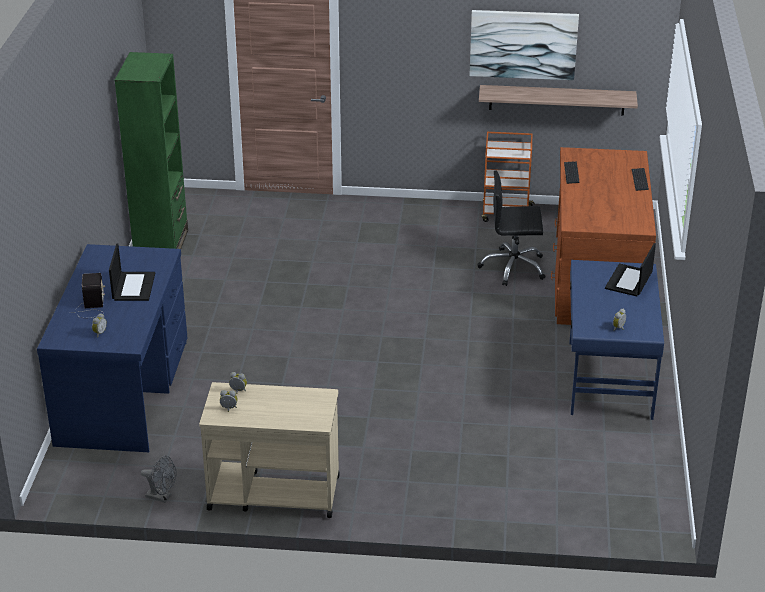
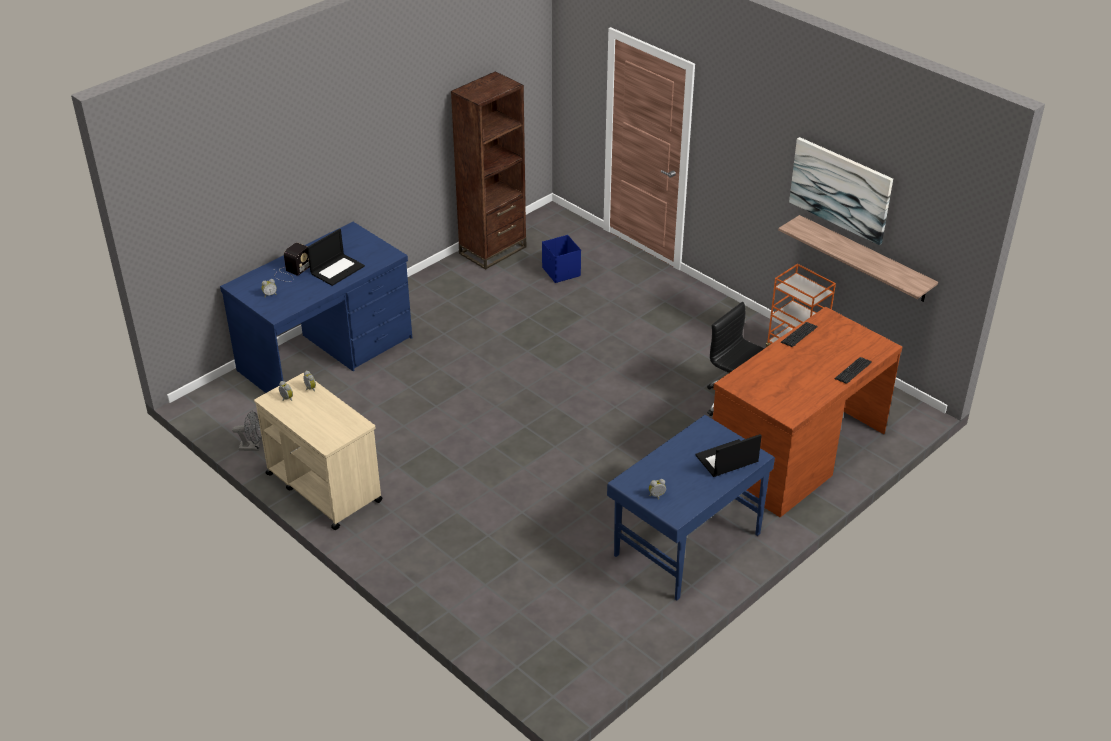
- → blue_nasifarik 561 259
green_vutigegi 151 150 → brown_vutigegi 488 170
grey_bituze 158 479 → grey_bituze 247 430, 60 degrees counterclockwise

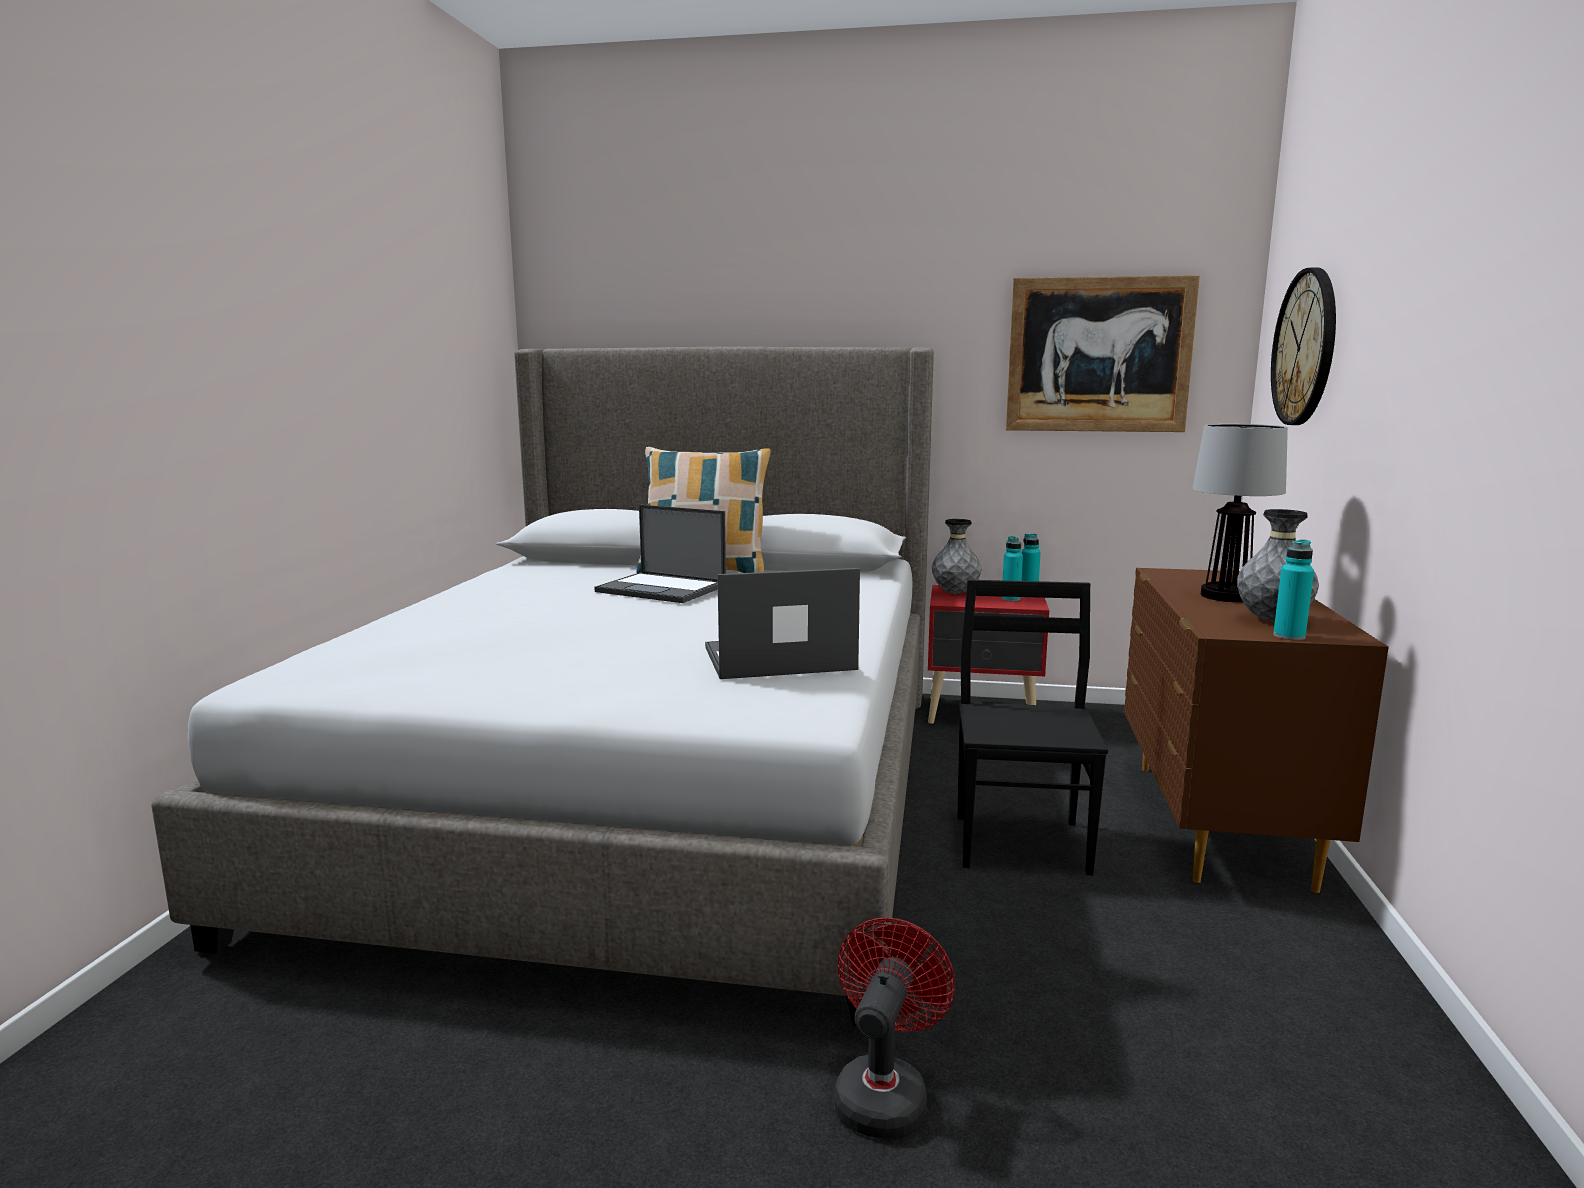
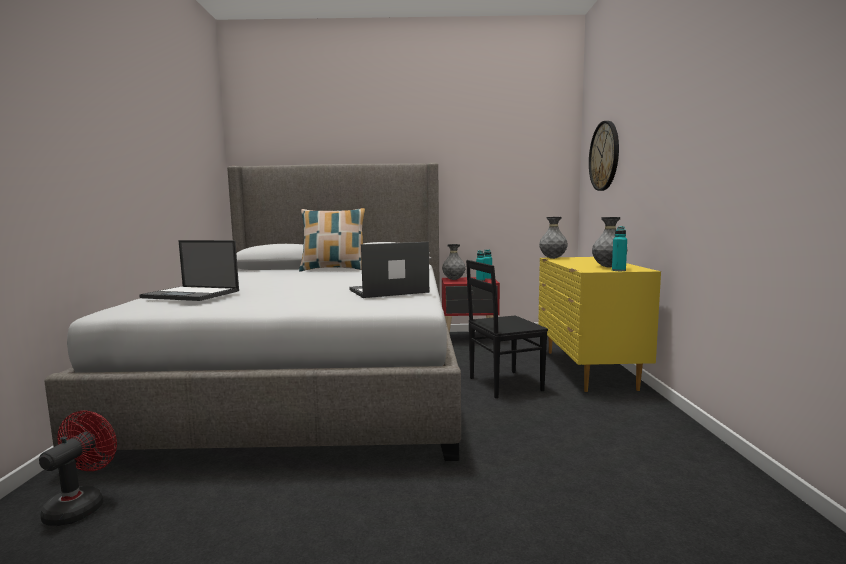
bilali 1103 353 → -
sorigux 1240 513 → -
- → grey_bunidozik 553 238
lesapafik 660 554 → lesapafik 189 270, relocated
red_bituze 894 1028 → red_bituze 78 468, relocated
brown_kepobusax 1256 730 → yellow_kepobusax 599 324
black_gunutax 1033 728 → black_gunutax 507 329, 105 degrees counterclockwise

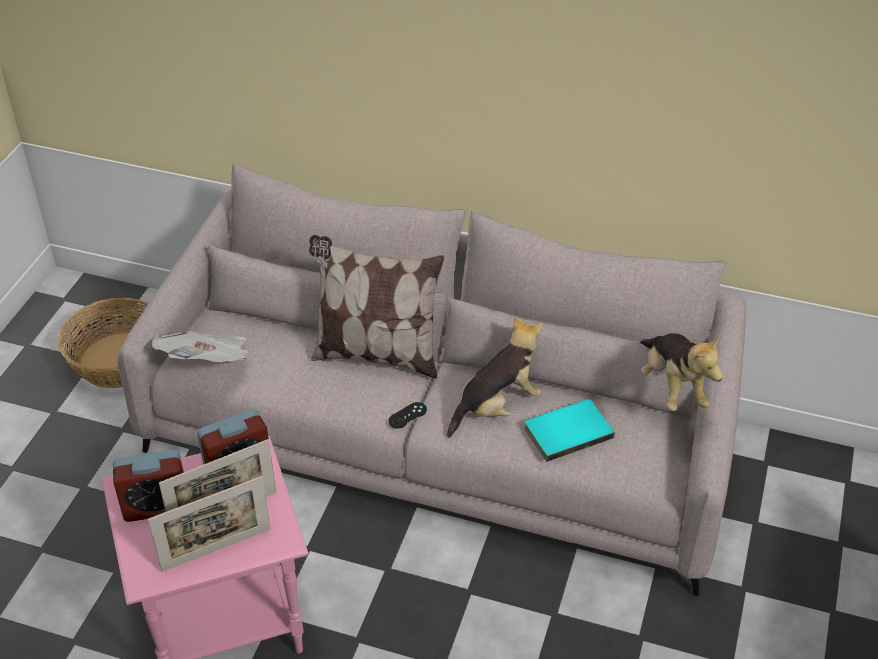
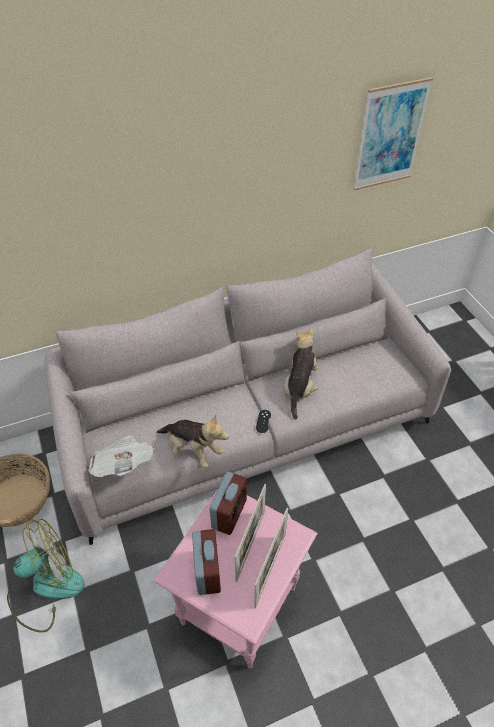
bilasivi 376 307 → -
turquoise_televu 569 430 → -
- → bituze 45 576
- → bilali 393 133
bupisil 681 372 → bupisil 193 441, relocated
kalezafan 148 486 → kalezafan 206 562, 45 degrees counterclockwise

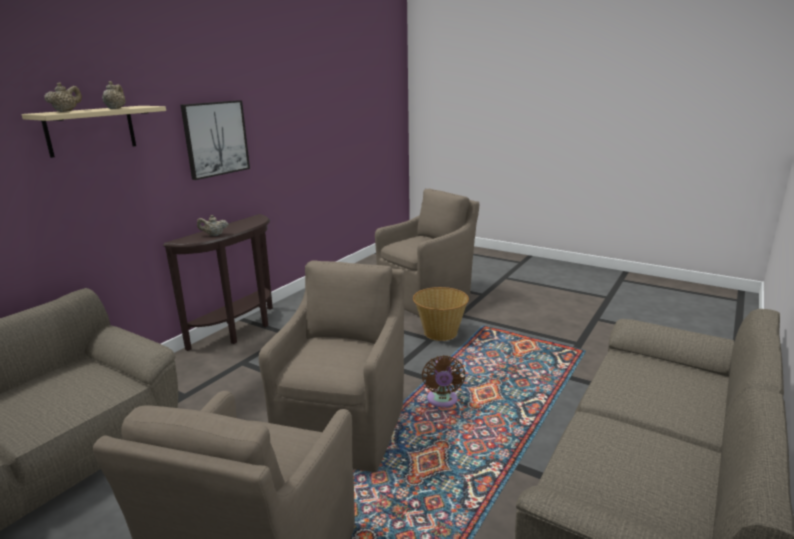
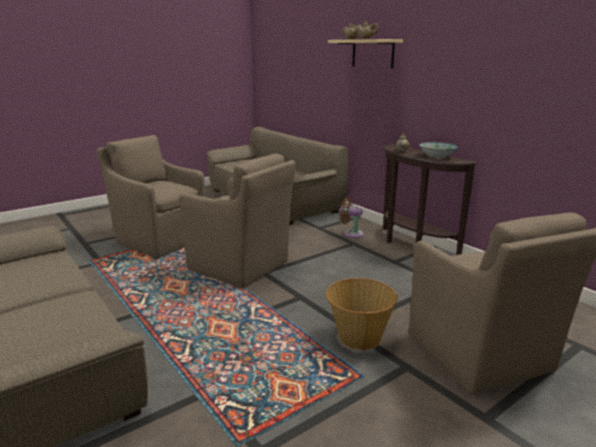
bilali 215 140 → -
- → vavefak 438 150
brown_bituze 443 381 → brown_bituze 351 217, relocated

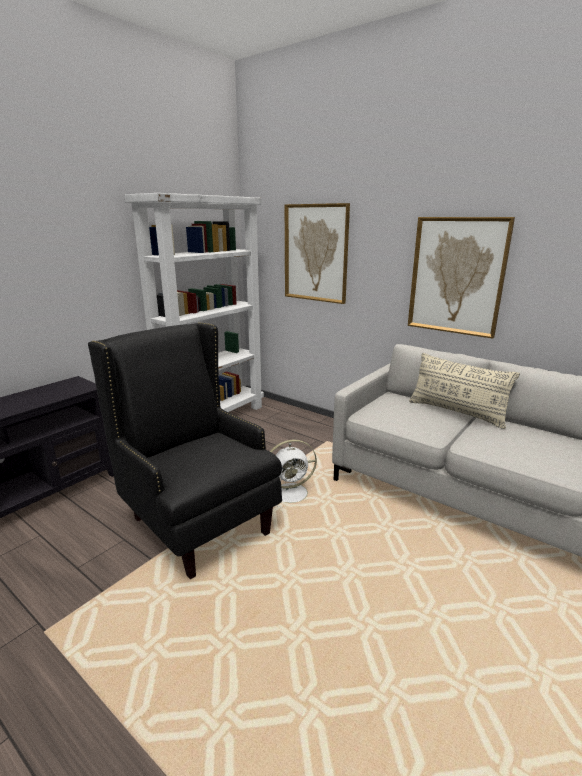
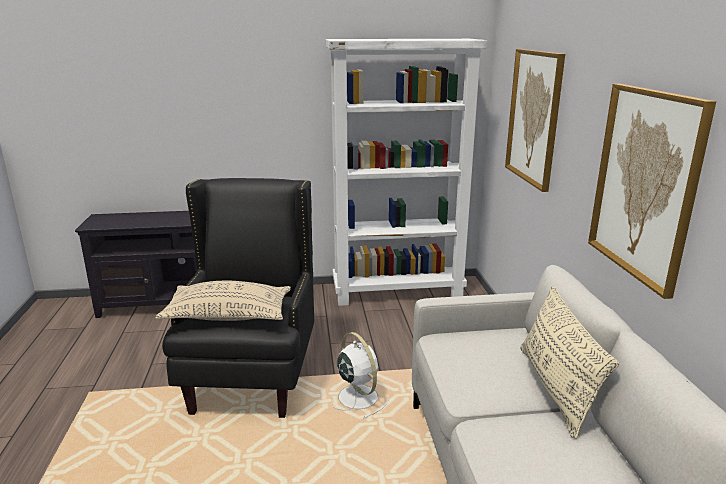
- → beige_bilasivi 223 301
white_bituze 293 474 → white_bituze 360 375, 150 degrees counterclockwise

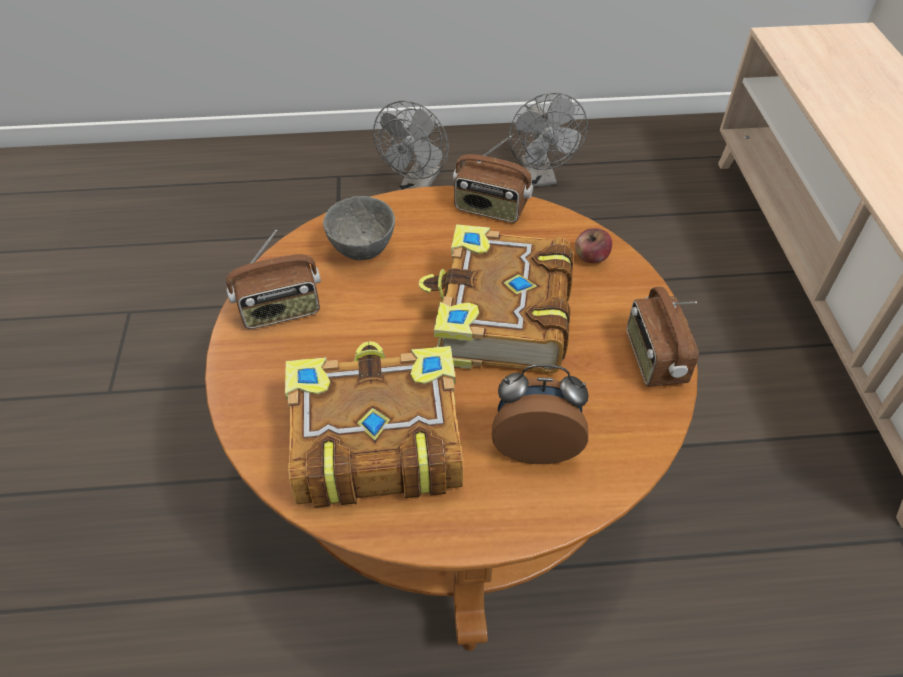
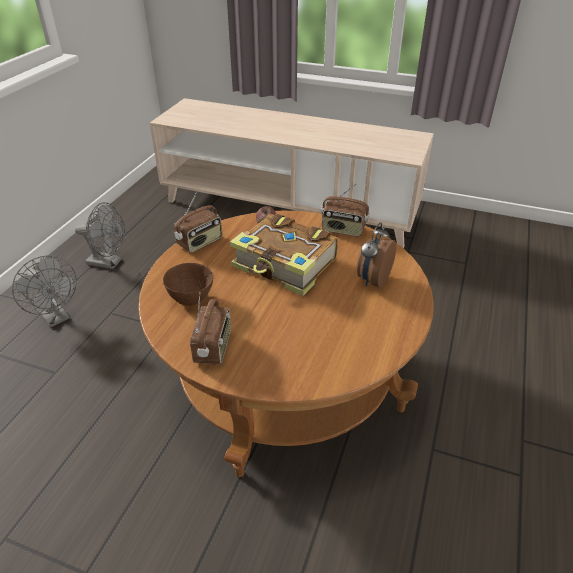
televu 374 424 → -
grey_vavefak 359 228 → brown_vavefak 188 284

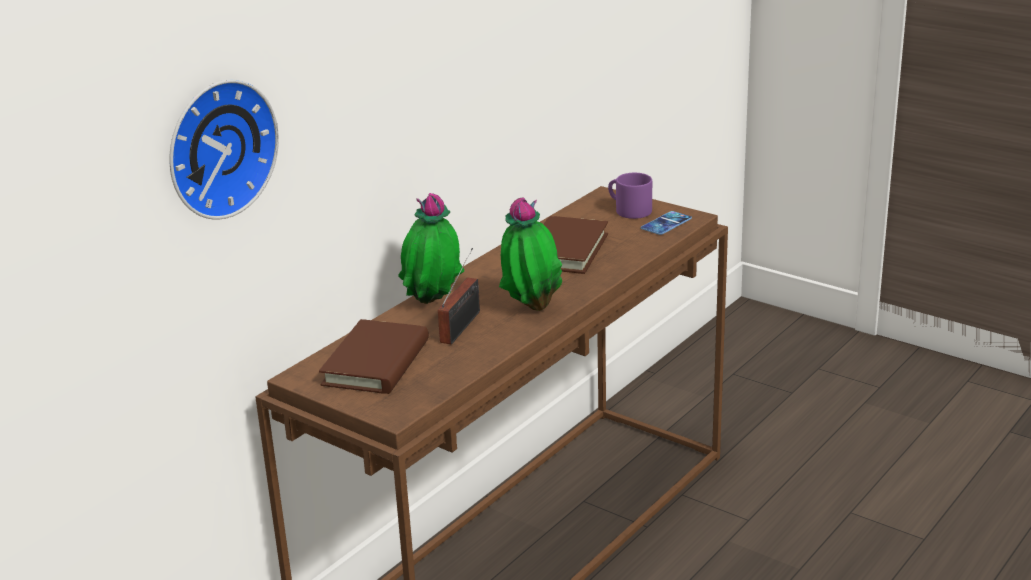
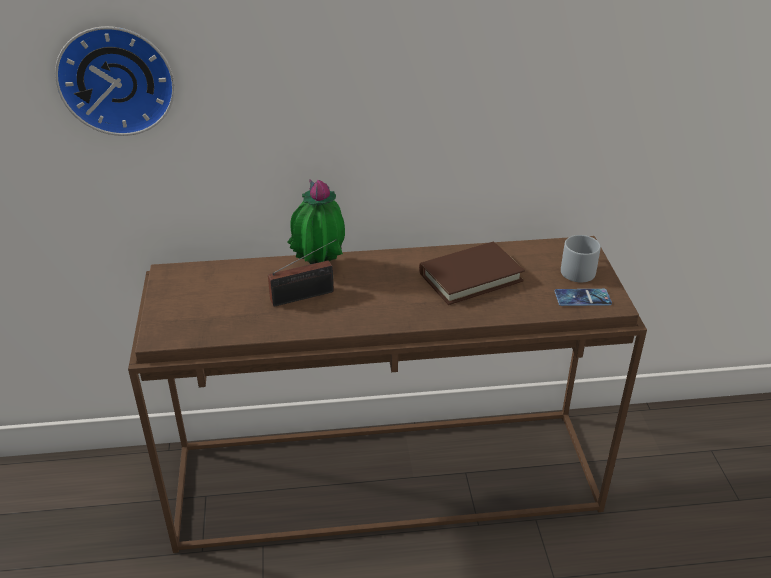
brown_televu 374 356 → -
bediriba 530 254 → -
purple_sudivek 630 196 → grey_sudivek 581 258

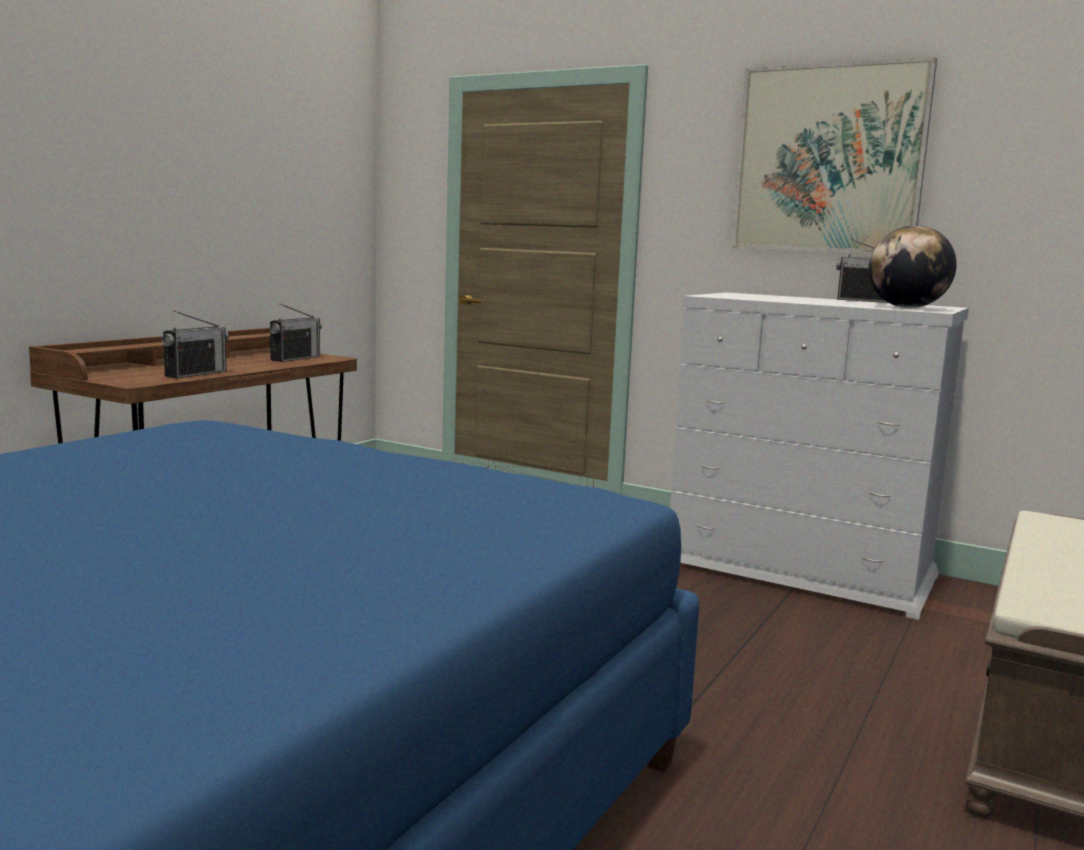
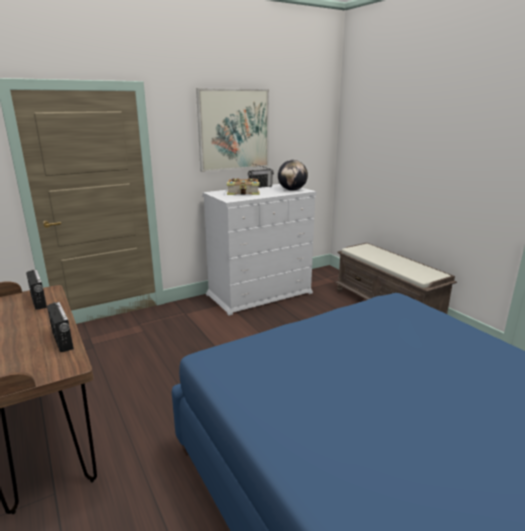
- → televu 243 186

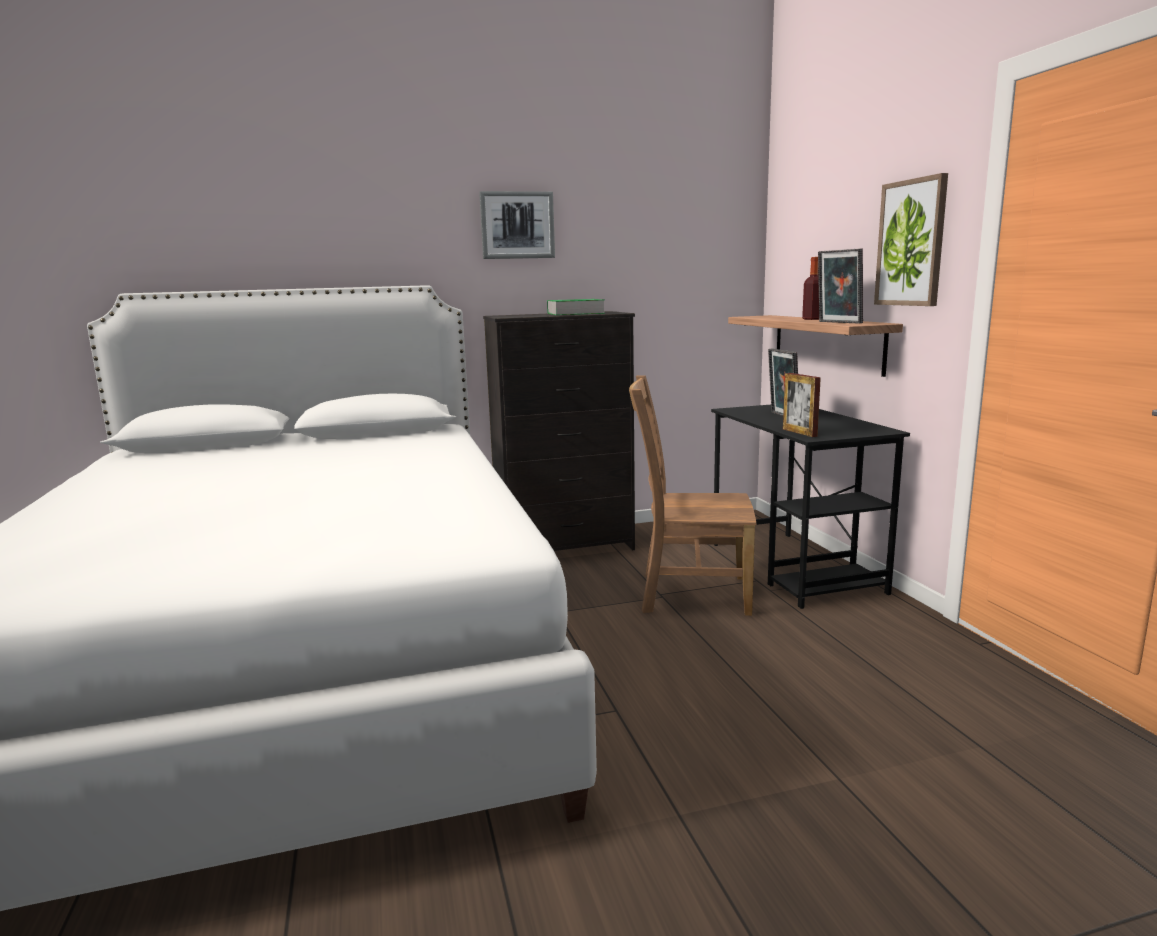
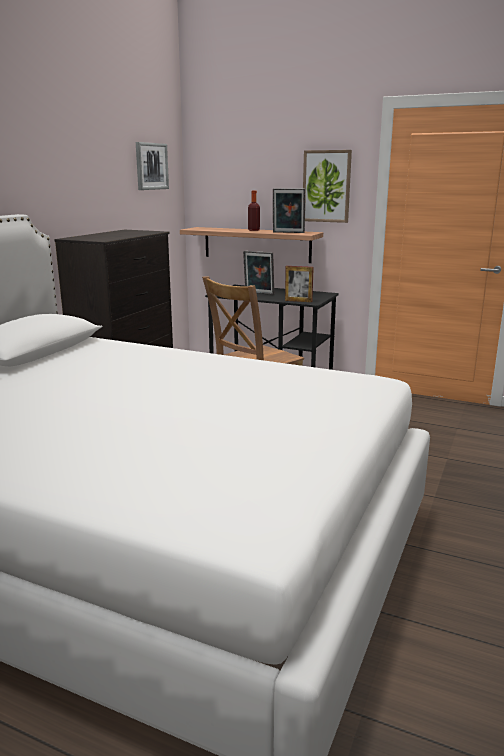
televu 576 307 → -
bilali 517 225 → bilali 152 166, relocated

